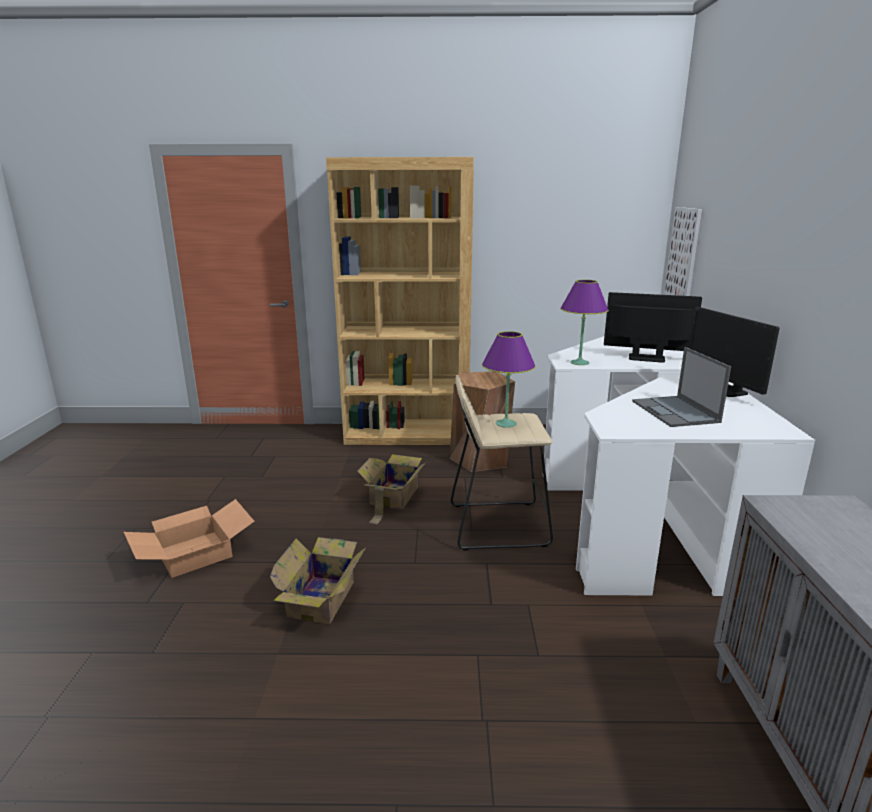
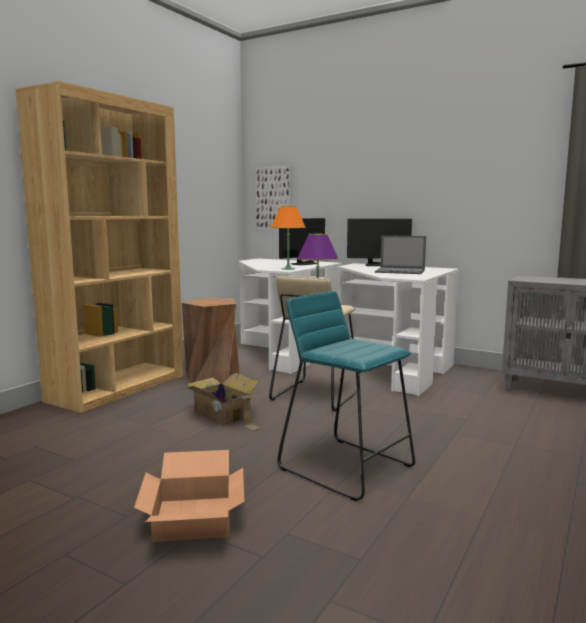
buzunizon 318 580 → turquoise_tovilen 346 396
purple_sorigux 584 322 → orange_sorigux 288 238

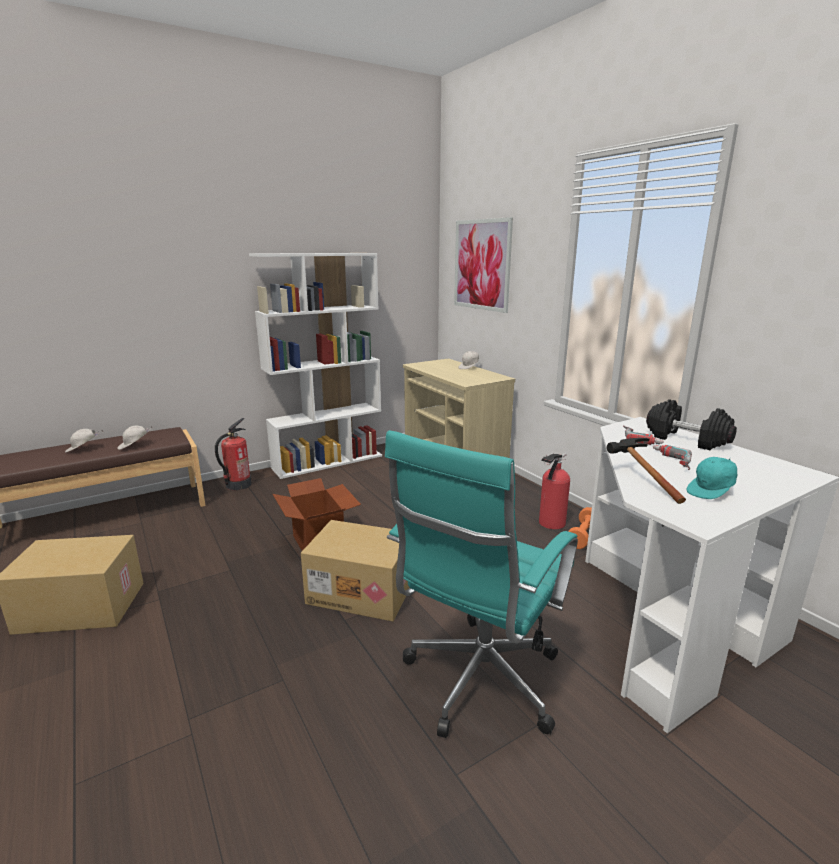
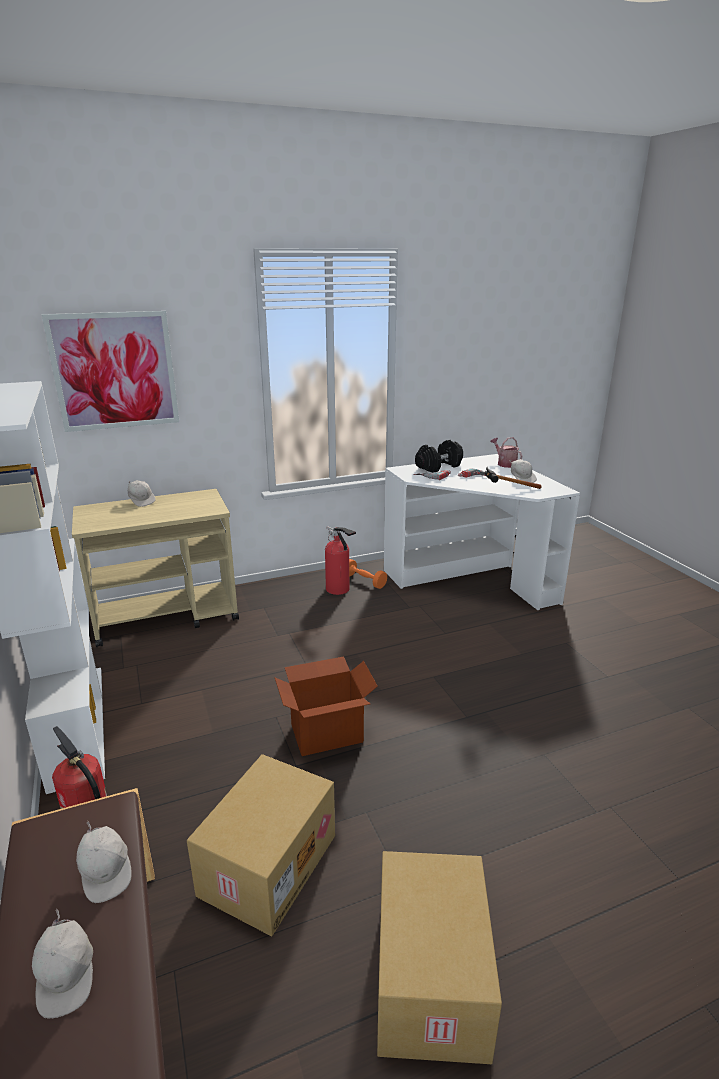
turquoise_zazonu 481 584 → -
- → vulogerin 506 452
buzunizon 355 571 → buzunizon 261 845, relocated
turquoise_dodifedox 711 478 → white_dodifedox 523 471

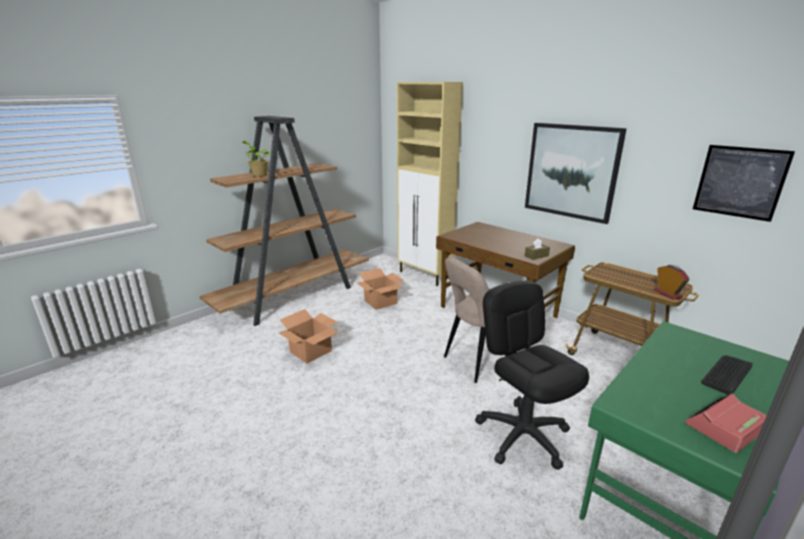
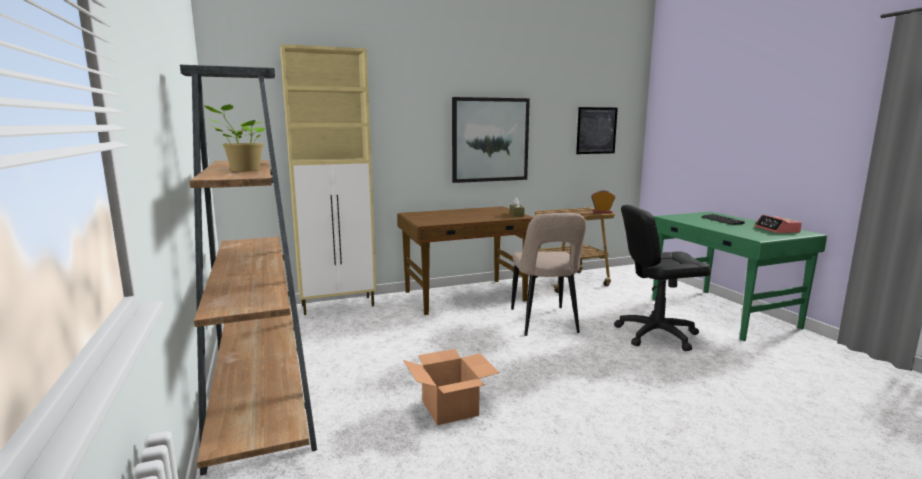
buzunizon 380 289 → -

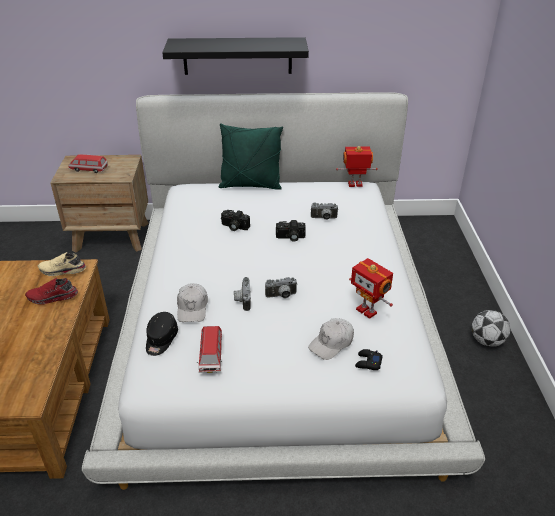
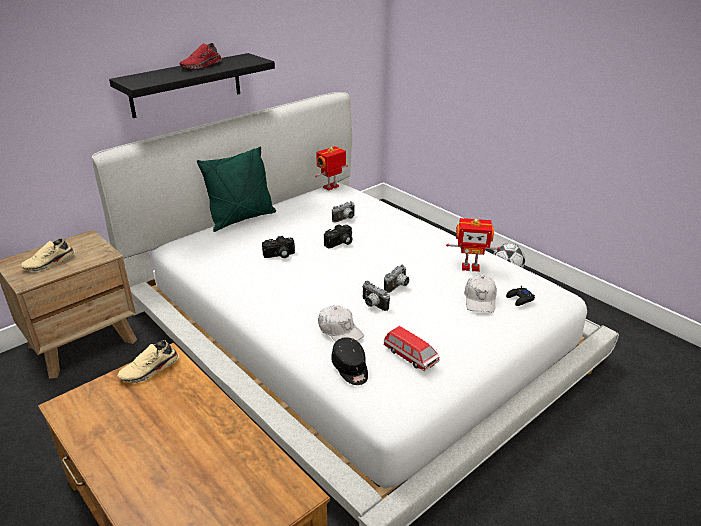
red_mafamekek 51 291 → red_mafamekek 200 56, relocated
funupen 88 163 → beige_mafamekek 47 254

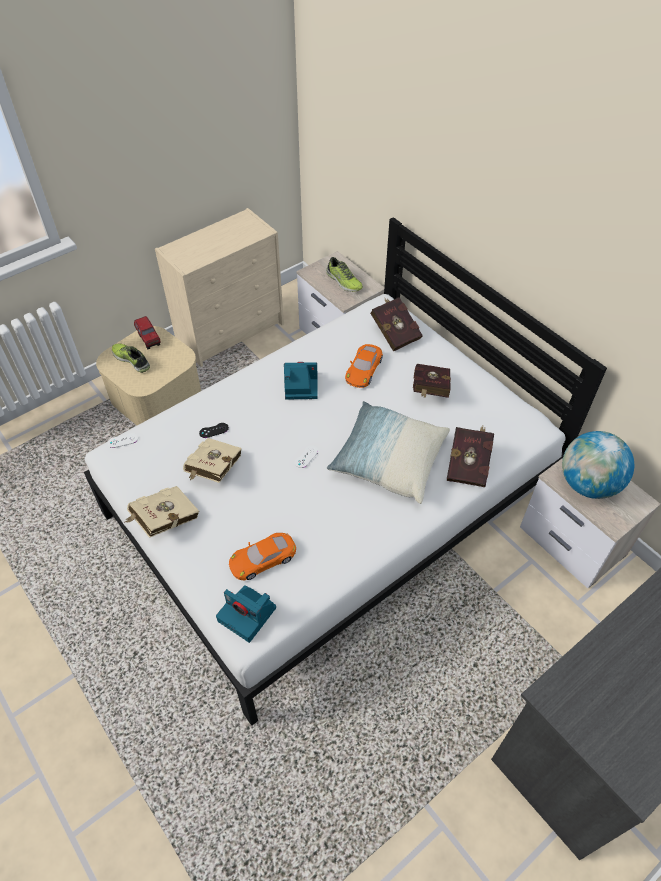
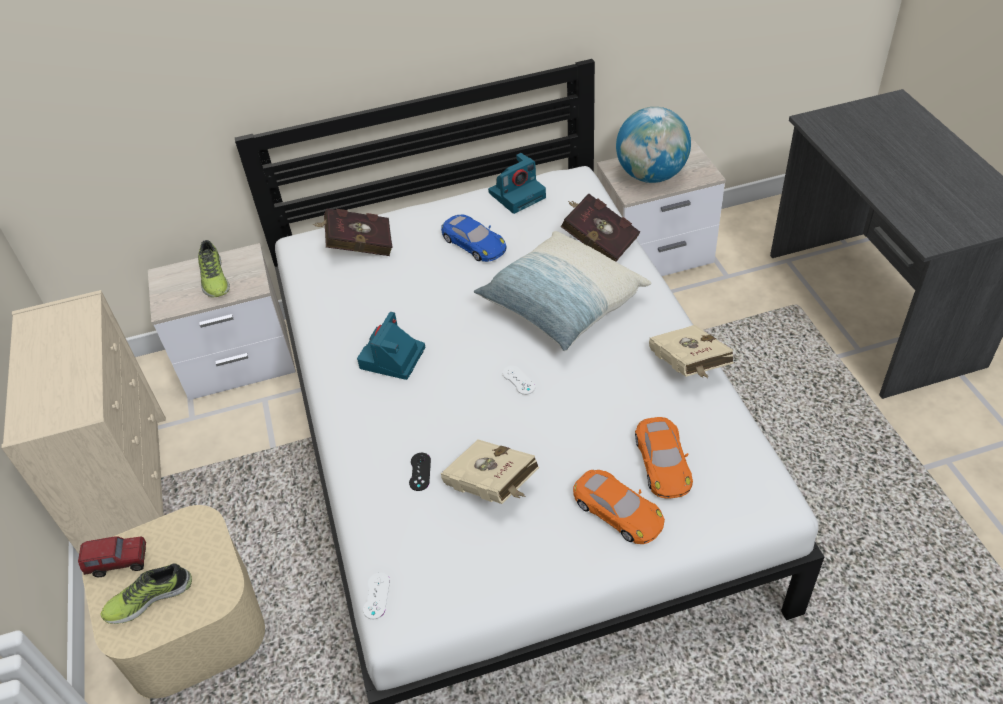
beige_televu 162 512 → beige_televu 691 351, relocated
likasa 246 614 → likasa 517 183, relocated
orange_funupen 364 366 → orange_funupen 619 507, relocated
red_televu 432 381 → blue_funupen 474 238
mafamekek 344 274 → mafamekek 214 268, 90 degrees clockwise

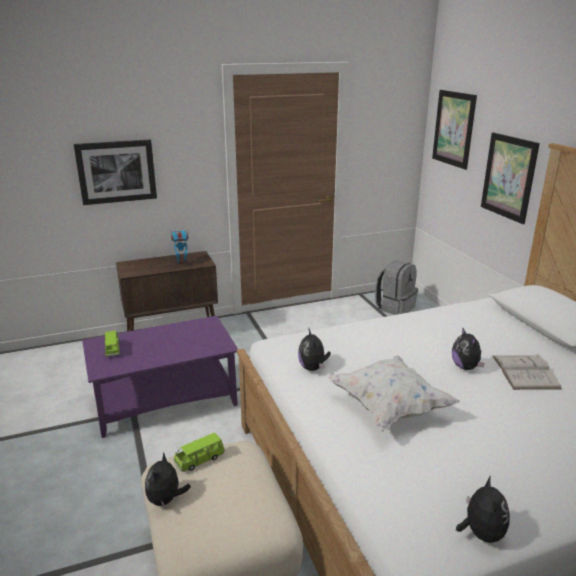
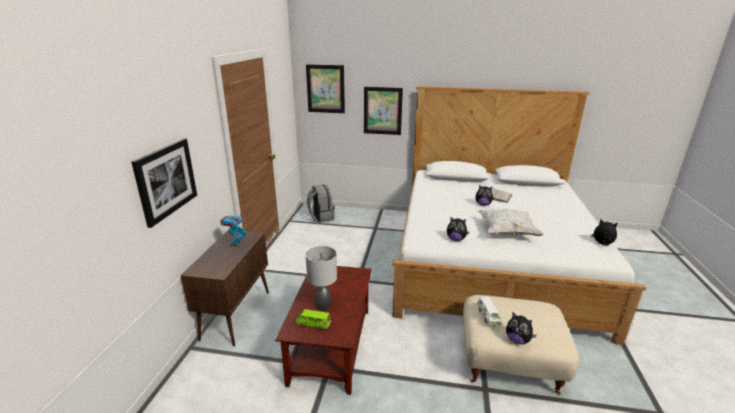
- → grey_sorigux 321 278
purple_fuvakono 160 377 → brown_fuvakono 323 330
green_funupen 199 451 → white_funupen 489 311

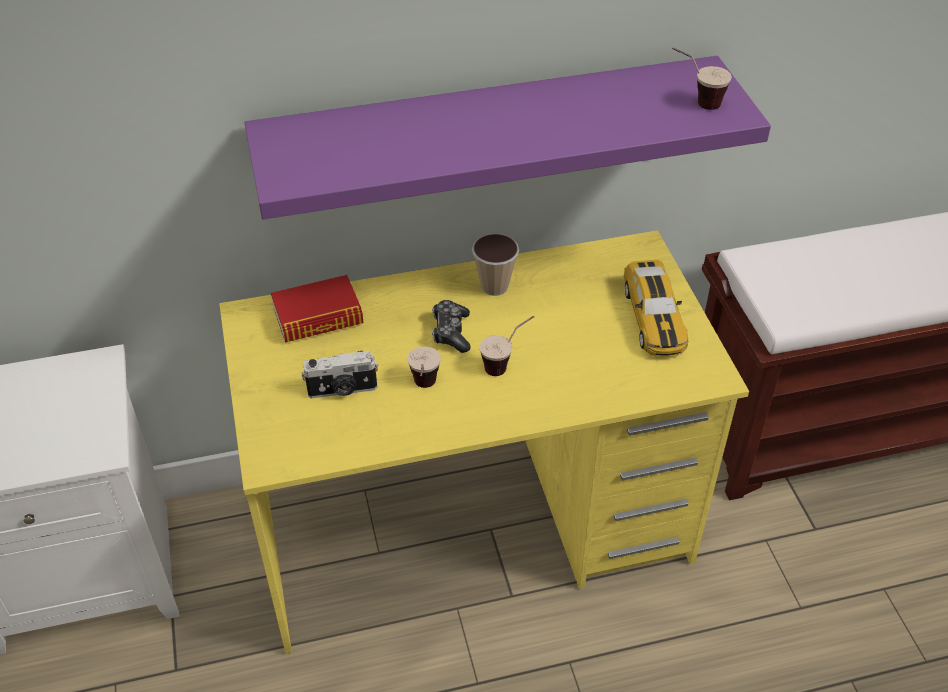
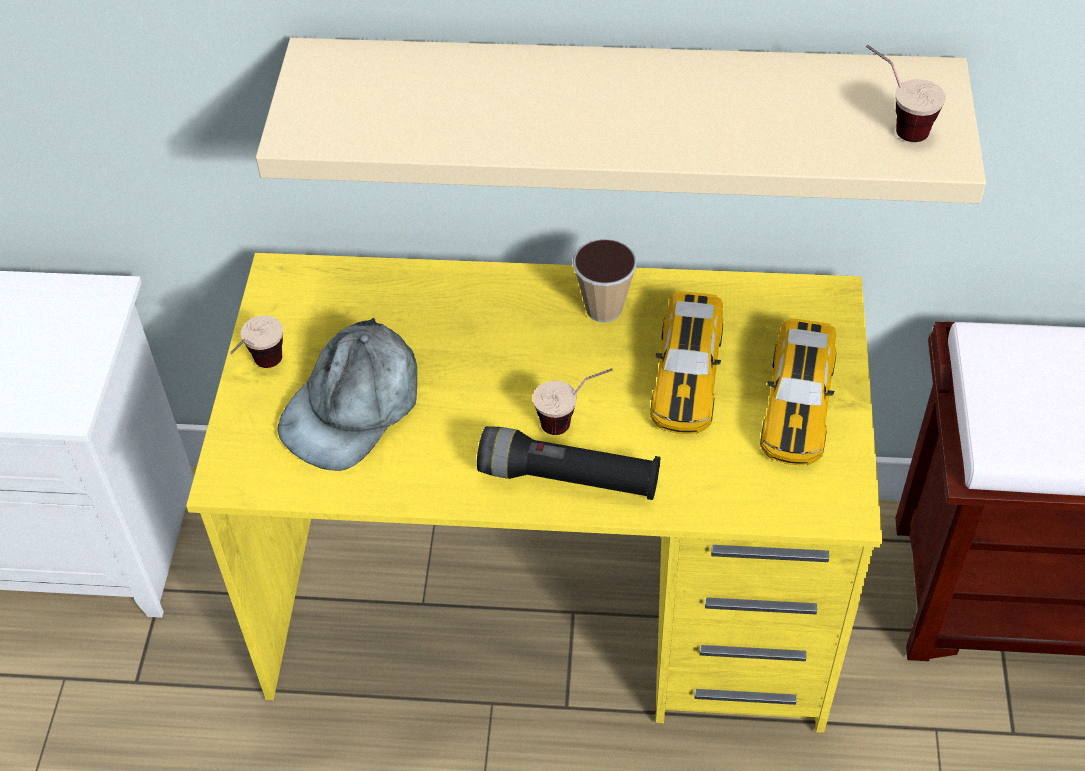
televu 317 309 → -
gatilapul 451 326 → -
- → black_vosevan 569 463
- → funupen 686 362
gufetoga 424 367 → gufetoga 256 341, relocated
likasa 340 374 → grey_dodifedox 347 394
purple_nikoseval 507 137 → beige_nikoseval 621 120

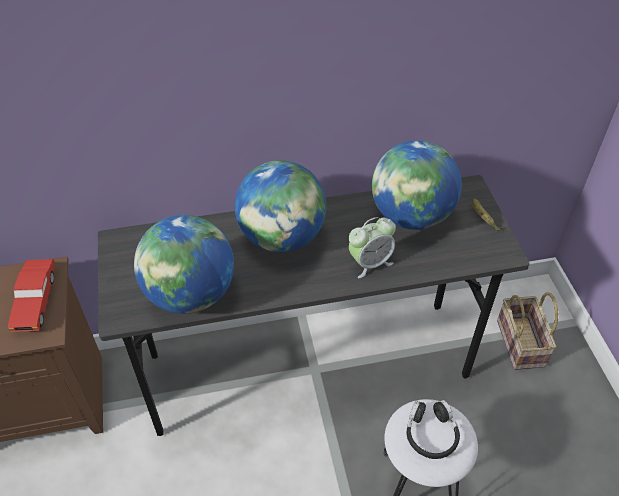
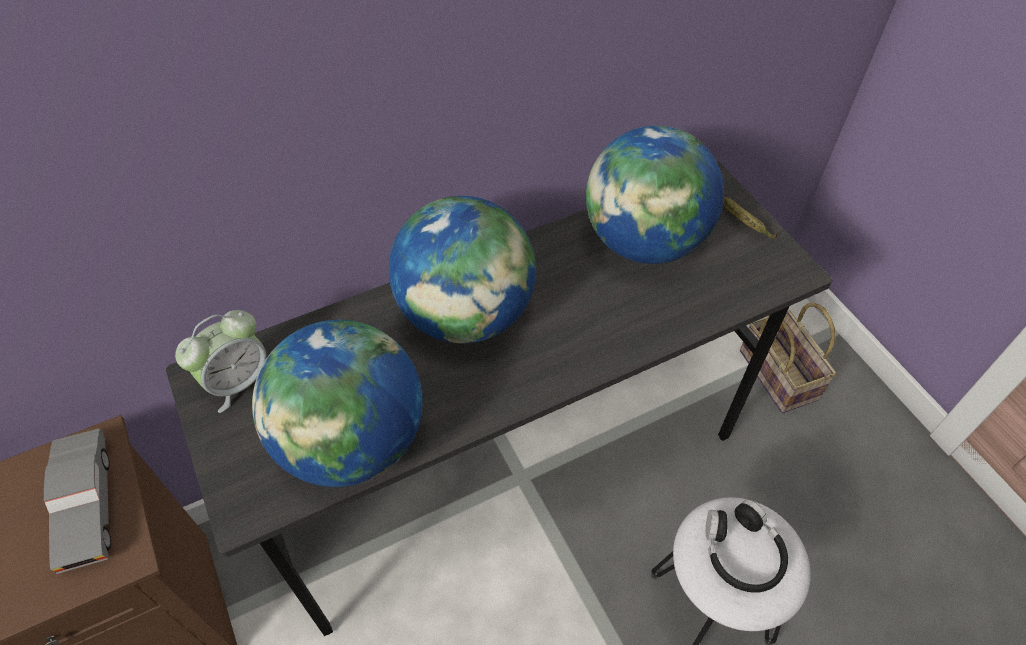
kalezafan 372 247 → kalezafan 220 361, relocated
red_funupen 31 295 → grey_funupen 77 501

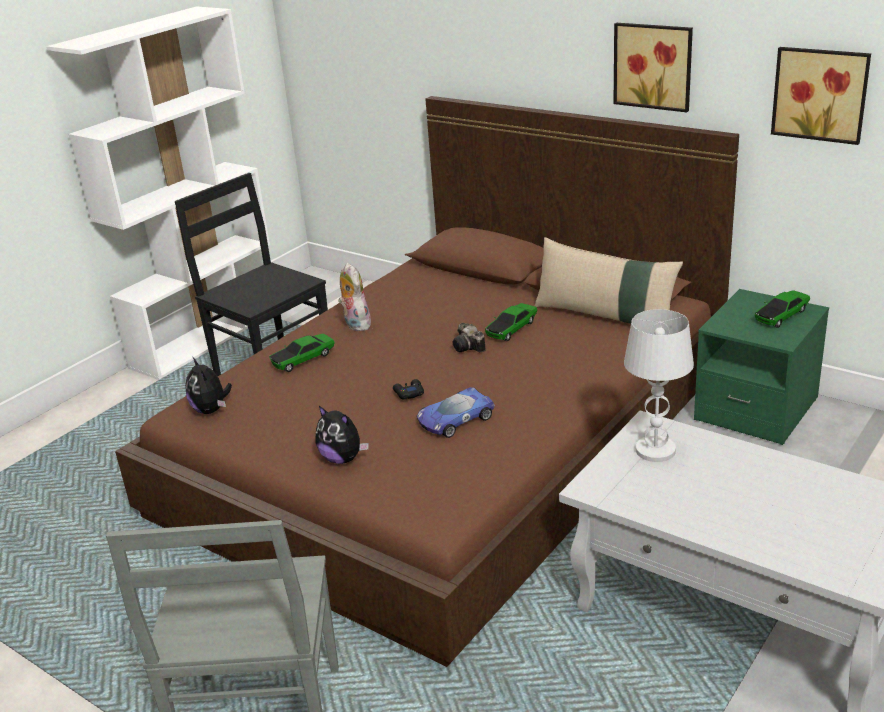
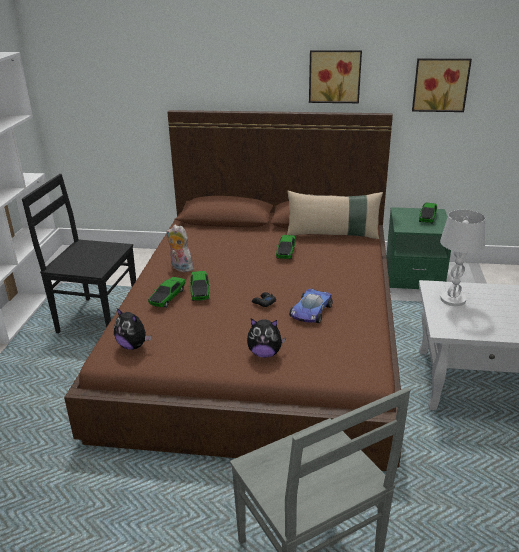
likasa 469 337 → -
- → funupen 199 286

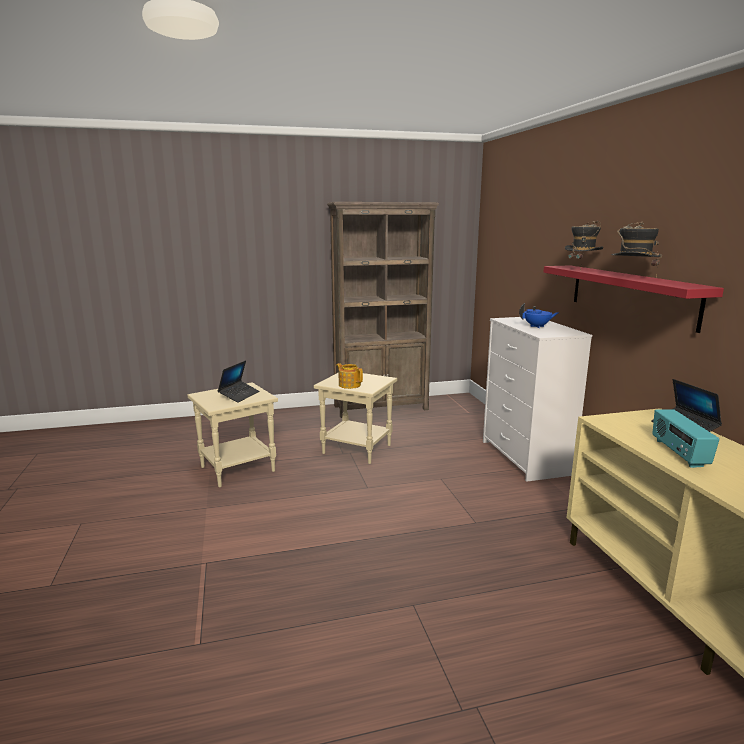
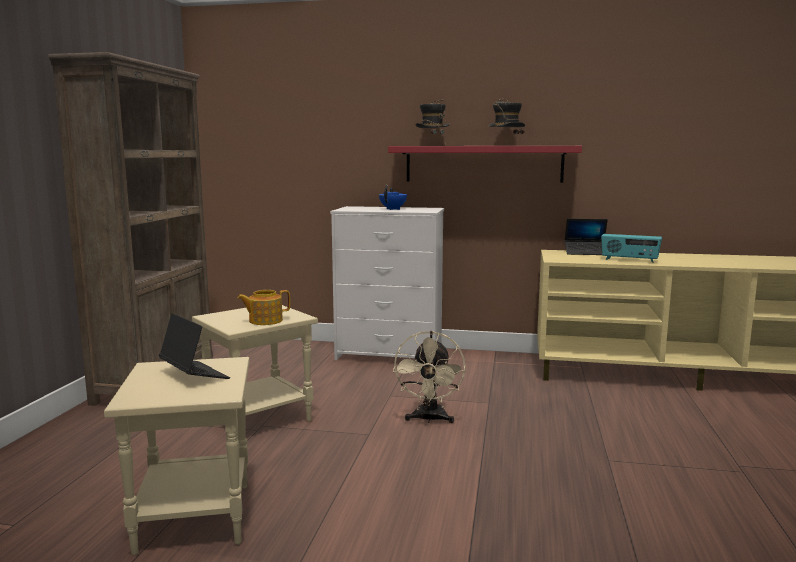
- → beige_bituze 429 377

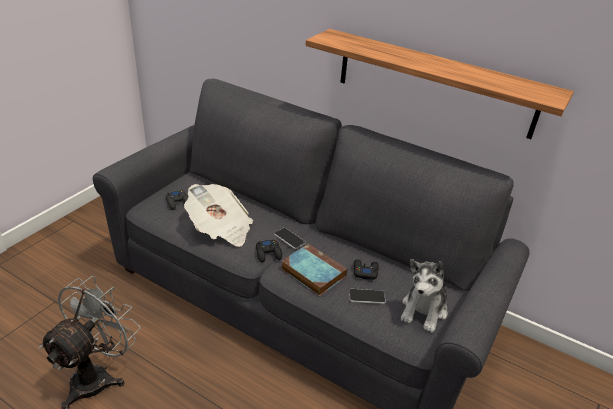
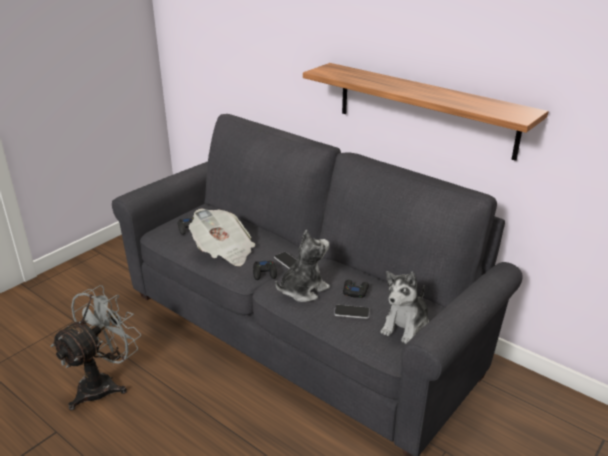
televu 314 270 → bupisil 303 266

